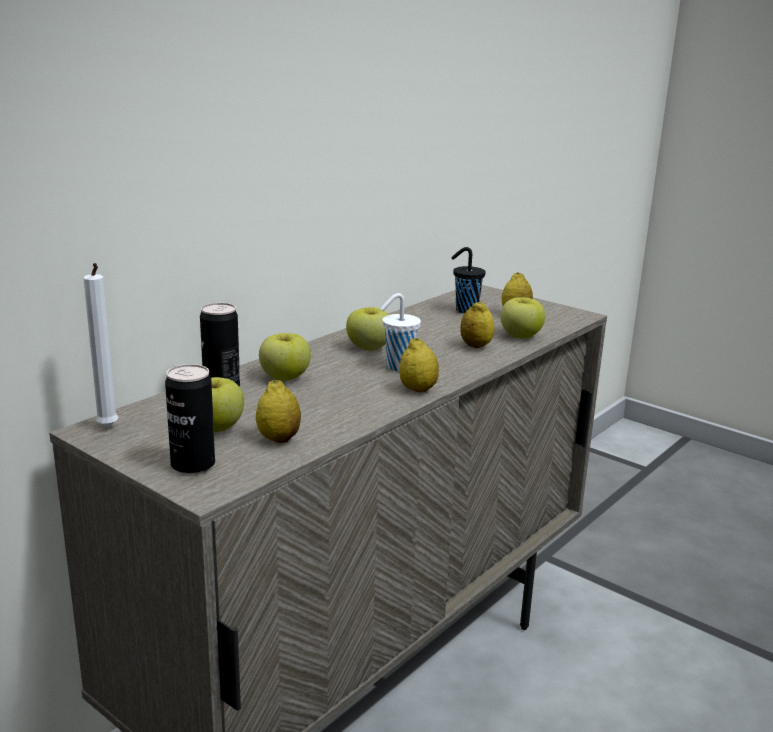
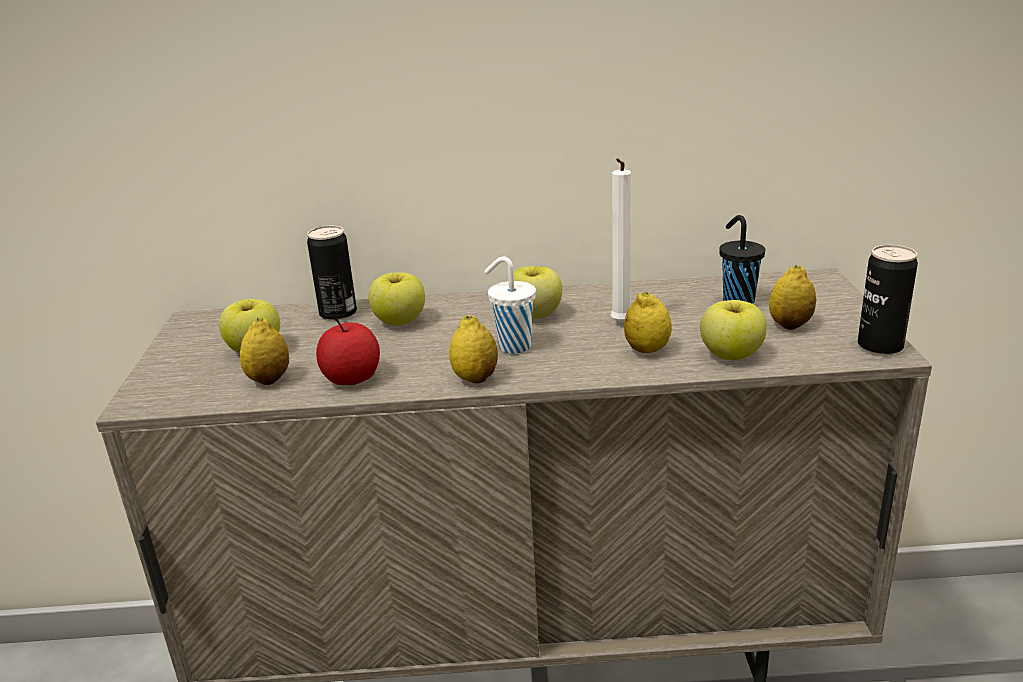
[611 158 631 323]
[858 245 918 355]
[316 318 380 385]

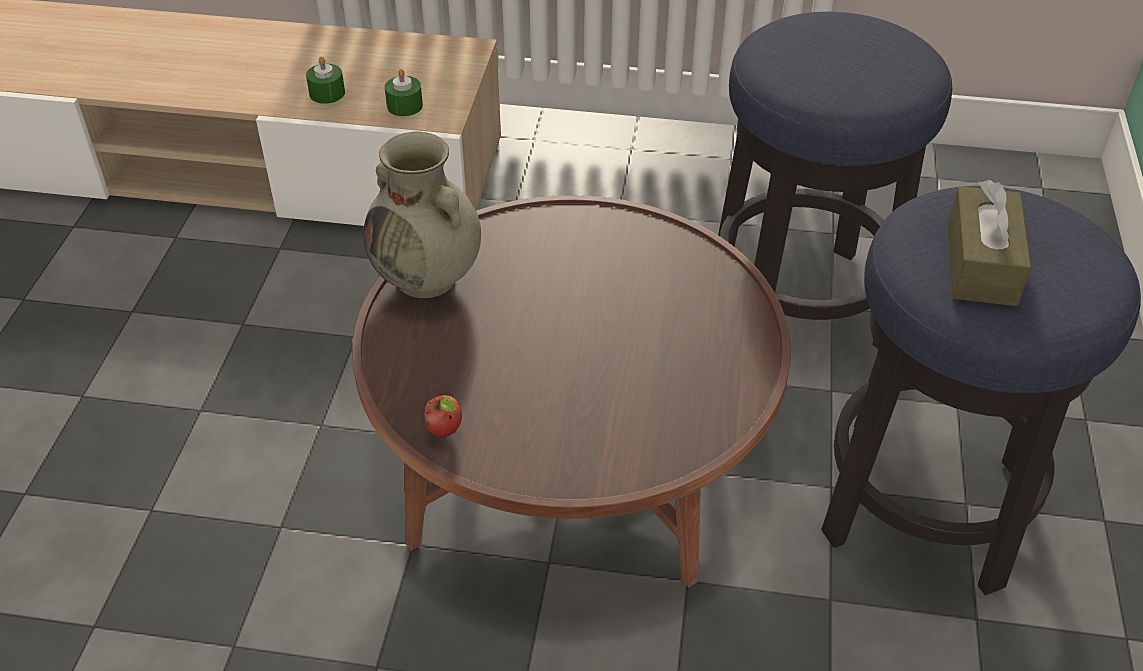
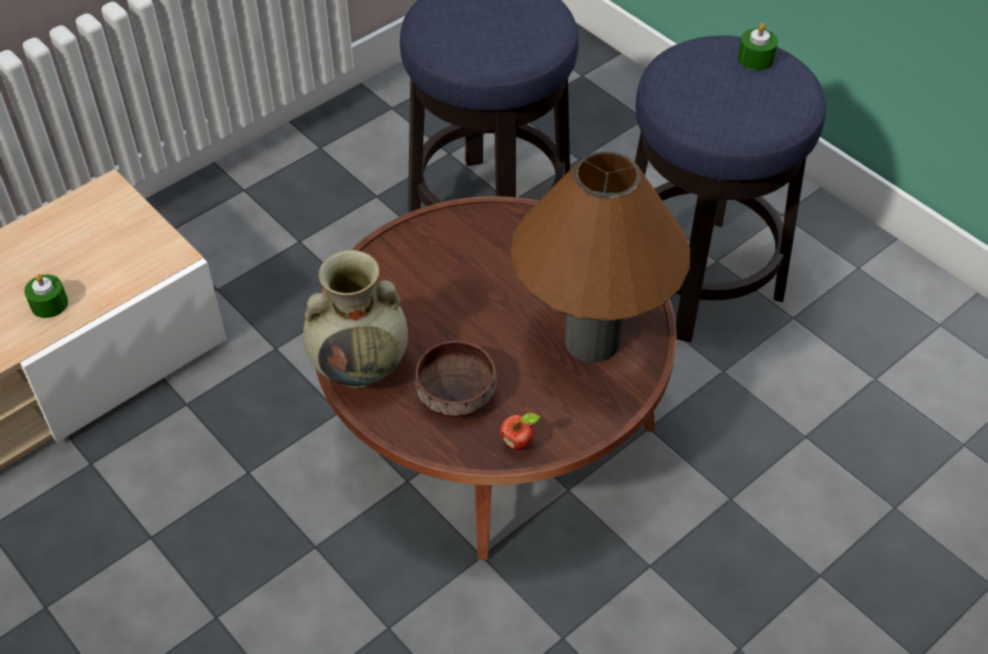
[738 23 778 71]
[948 180 1031 306] (first image)
[510 151 690 363]
[415 341 497 418]

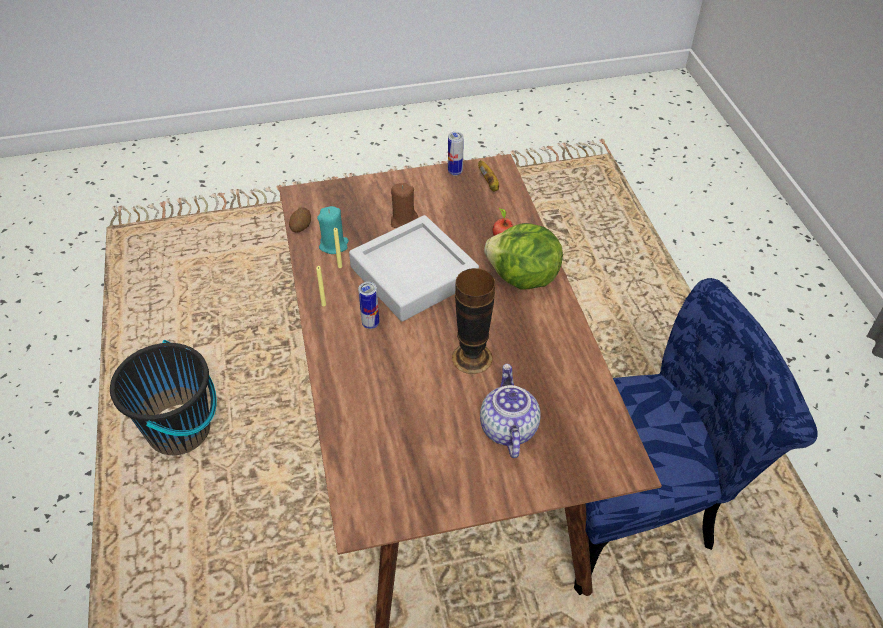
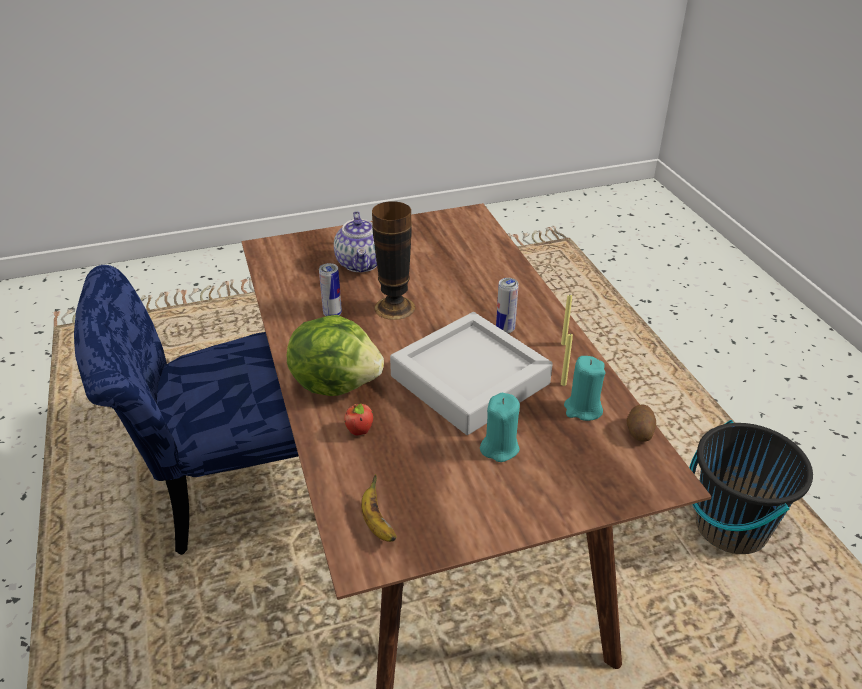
[319 263 342 316]
[480 393 520 462]

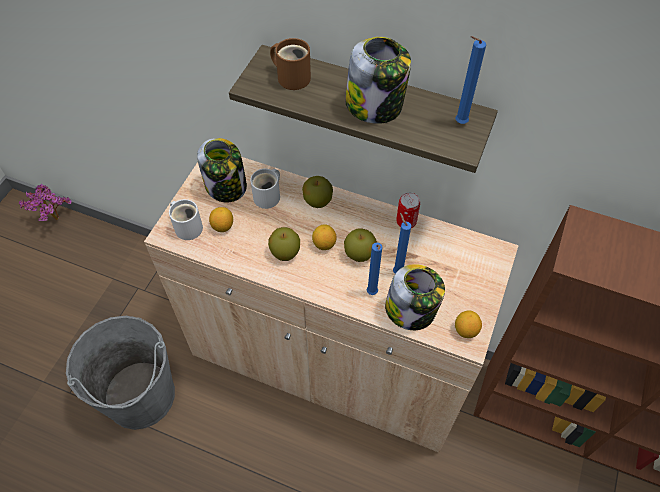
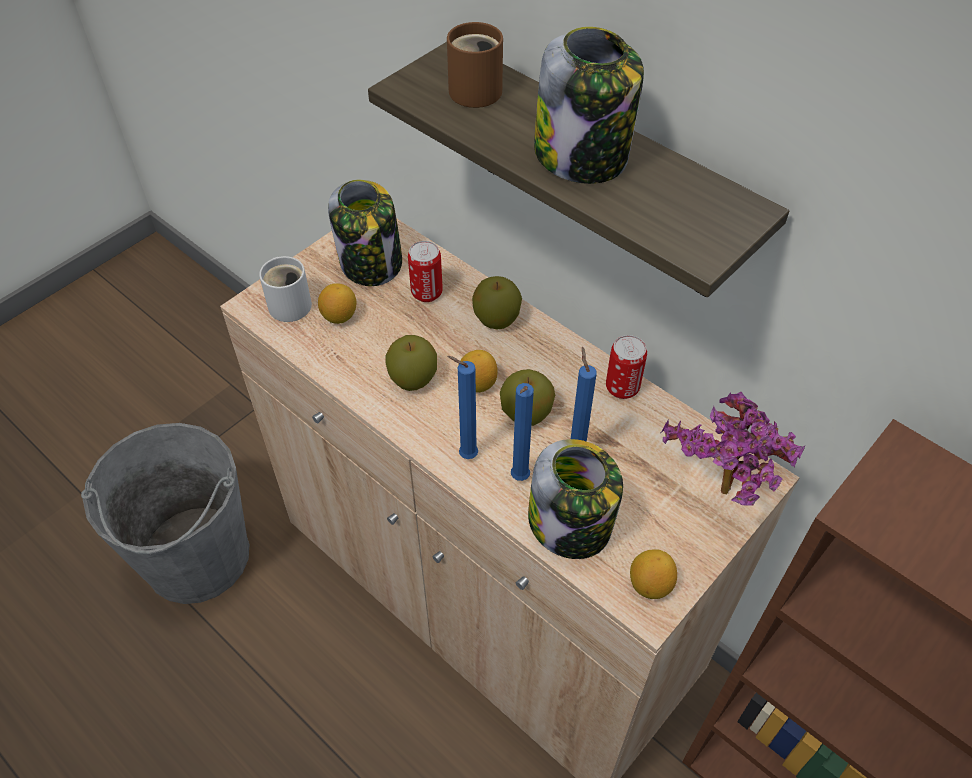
[447 356 478 459]
[408 241 443 302]
[661 392 805 506]

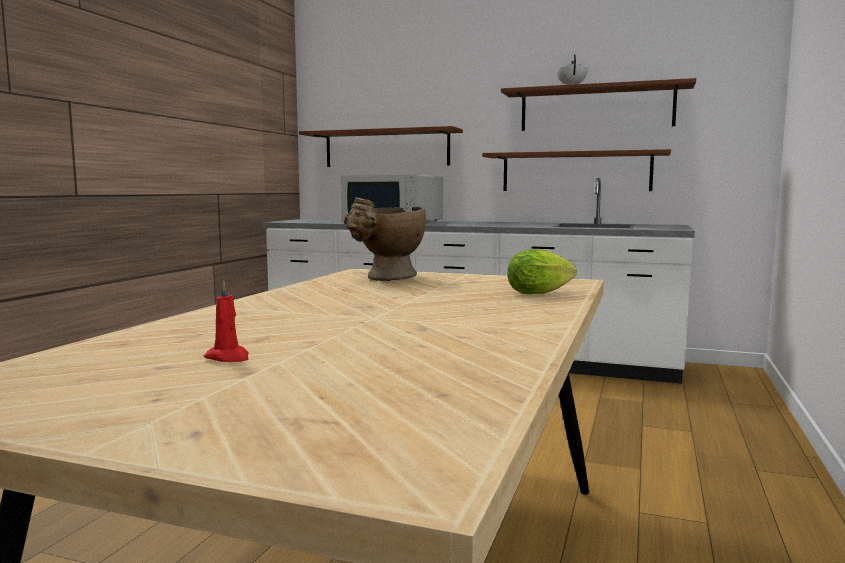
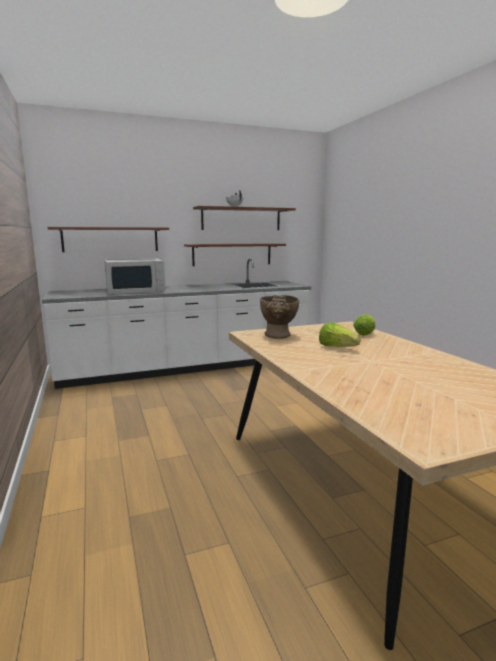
[204 280 249 362] (first image)
[319 322 361 347]

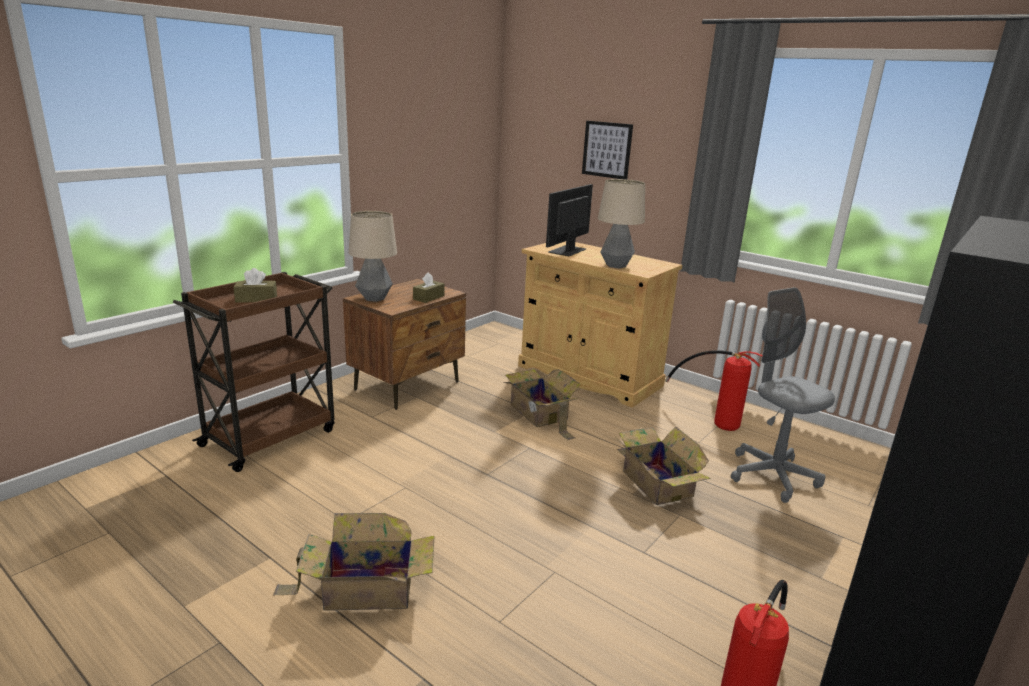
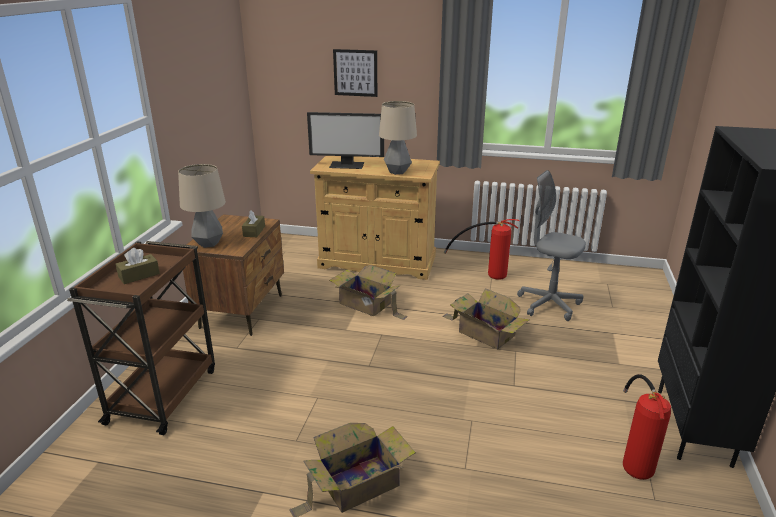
[307 112 384 169]

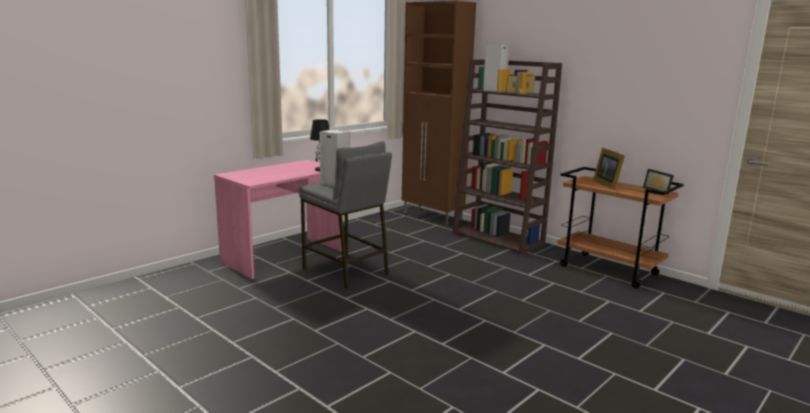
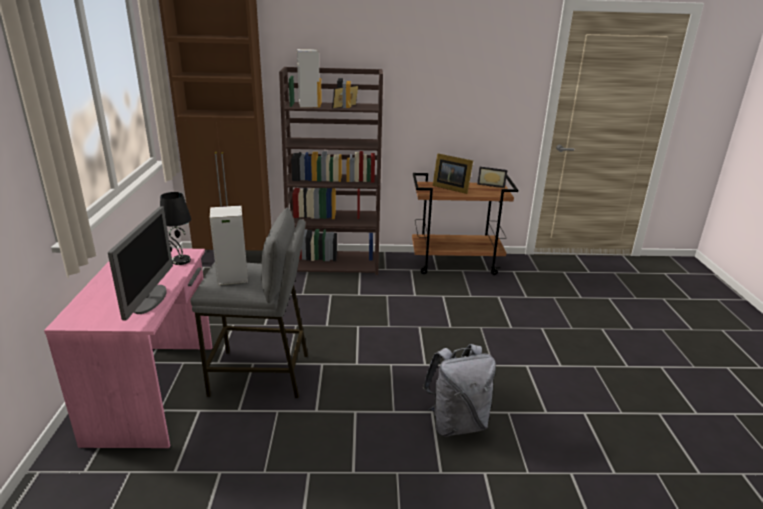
[108 206 173 321]
[423 344 496 437]

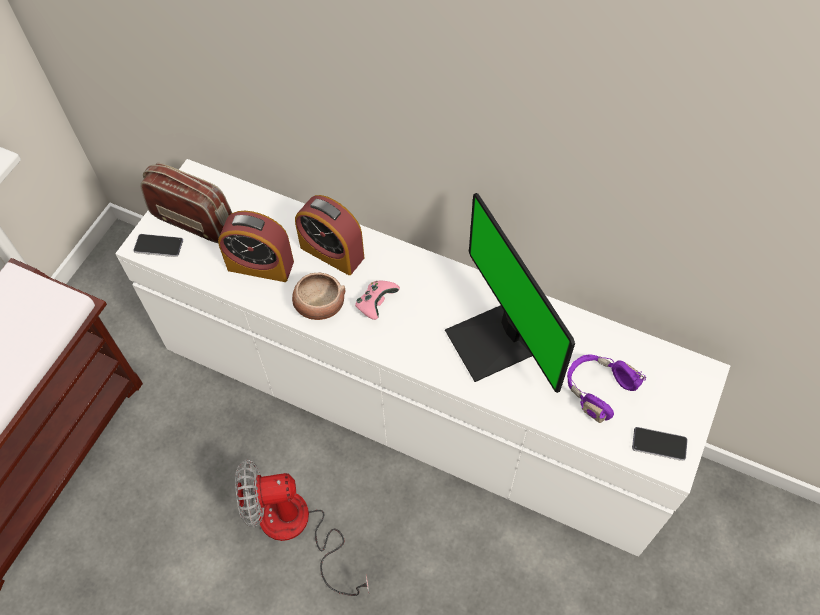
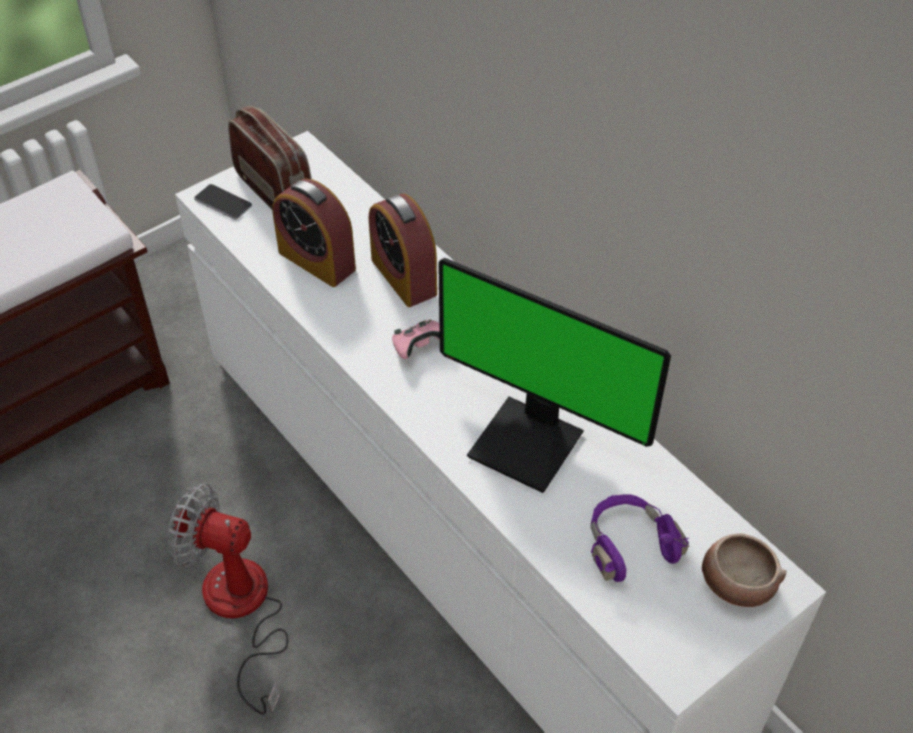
[438 258 671 493]
[702 534 786 607]
[632 427 688 461] (first image)

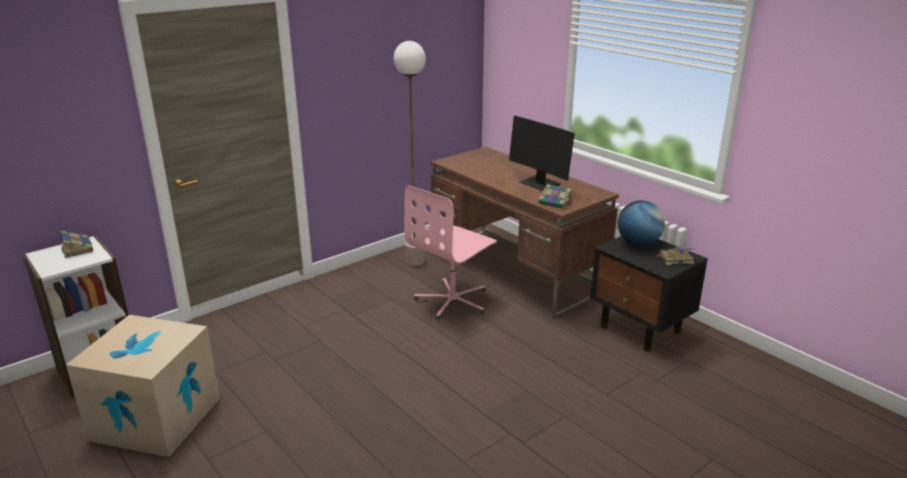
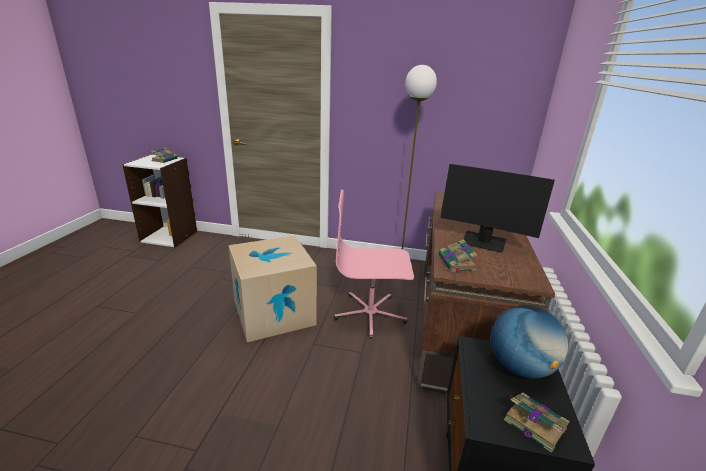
[440 164 555 253]
[229 235 317 342]

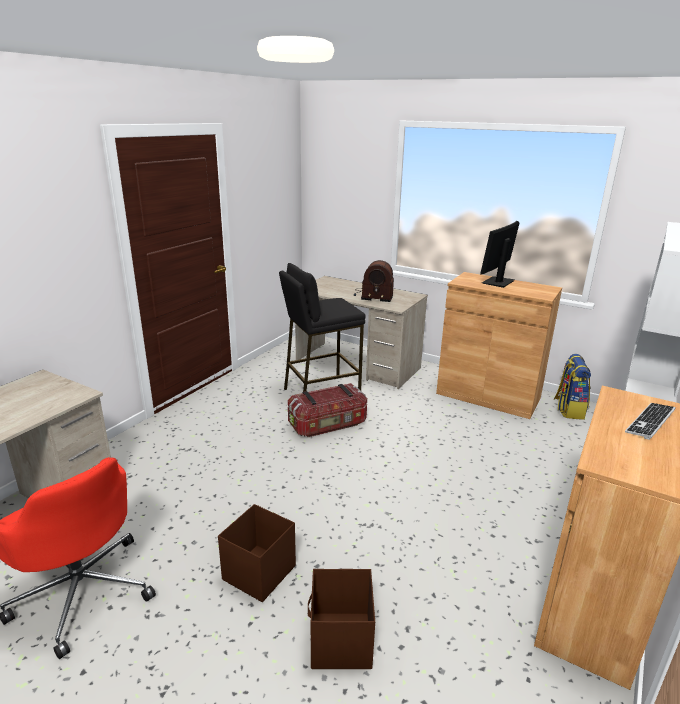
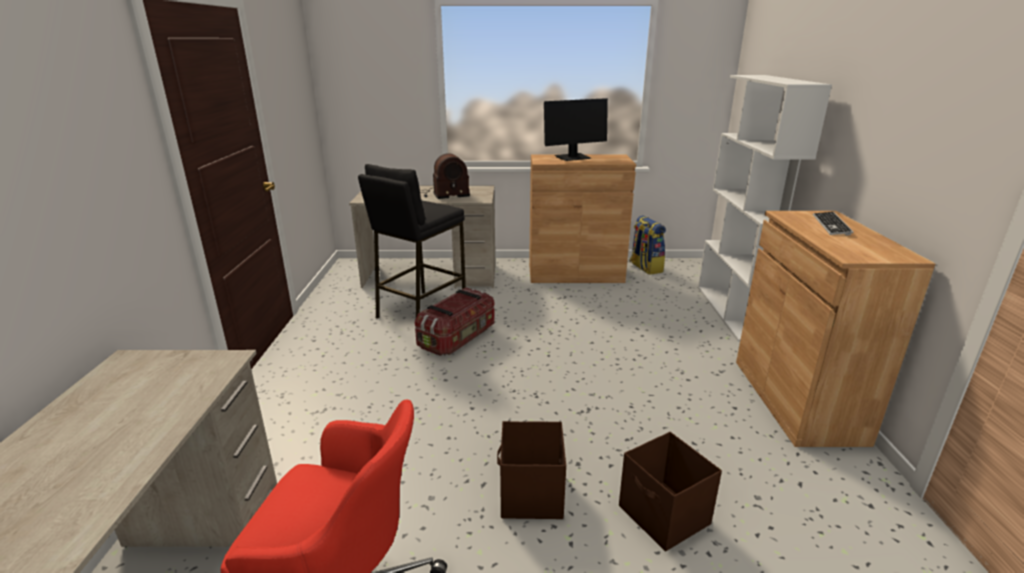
[544 98 608 161]

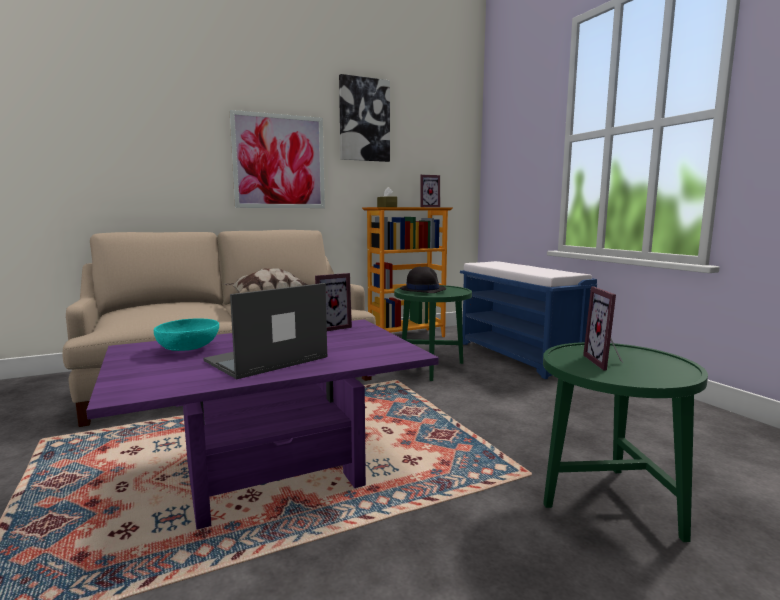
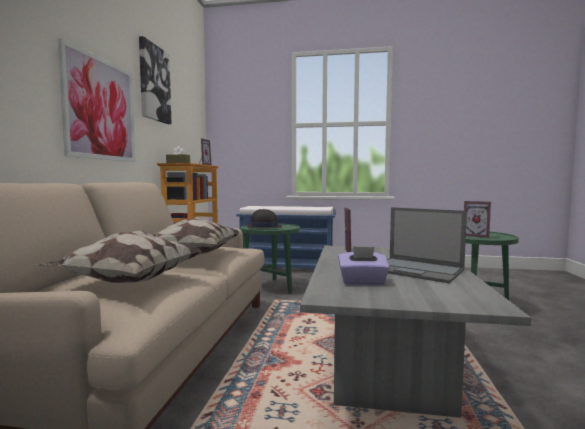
[387 207 467 283]
[300 245 531 418]
[338 246 390 286]
[38 231 202 283]

